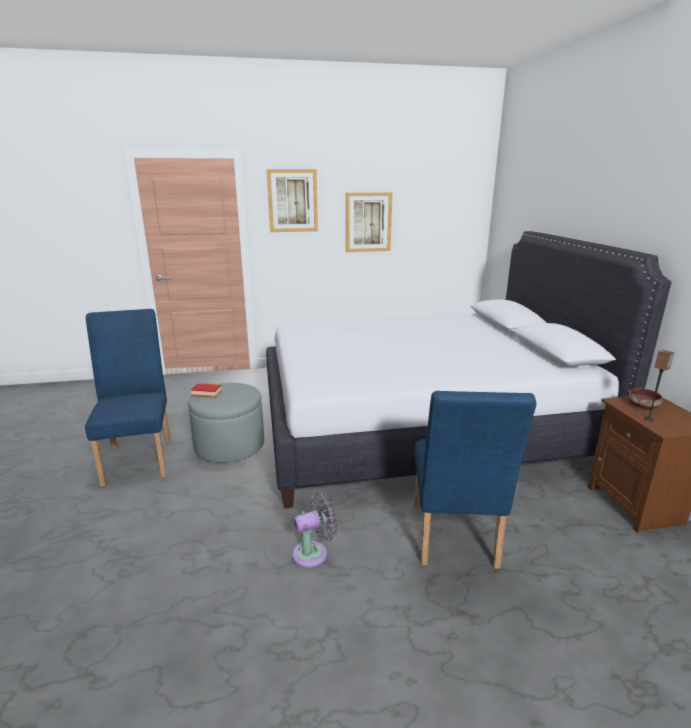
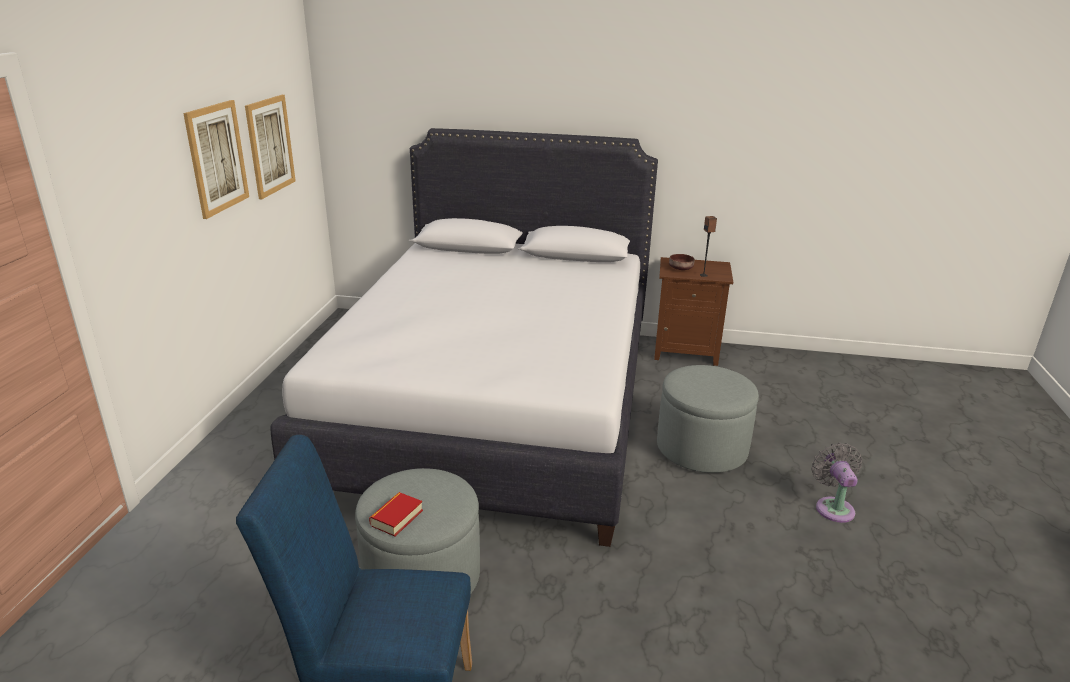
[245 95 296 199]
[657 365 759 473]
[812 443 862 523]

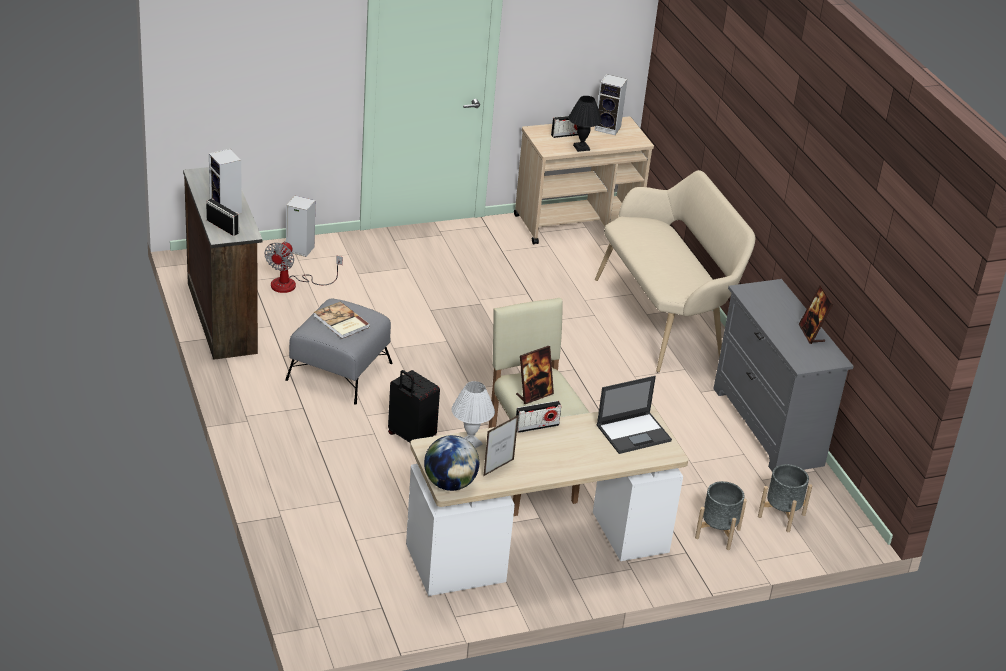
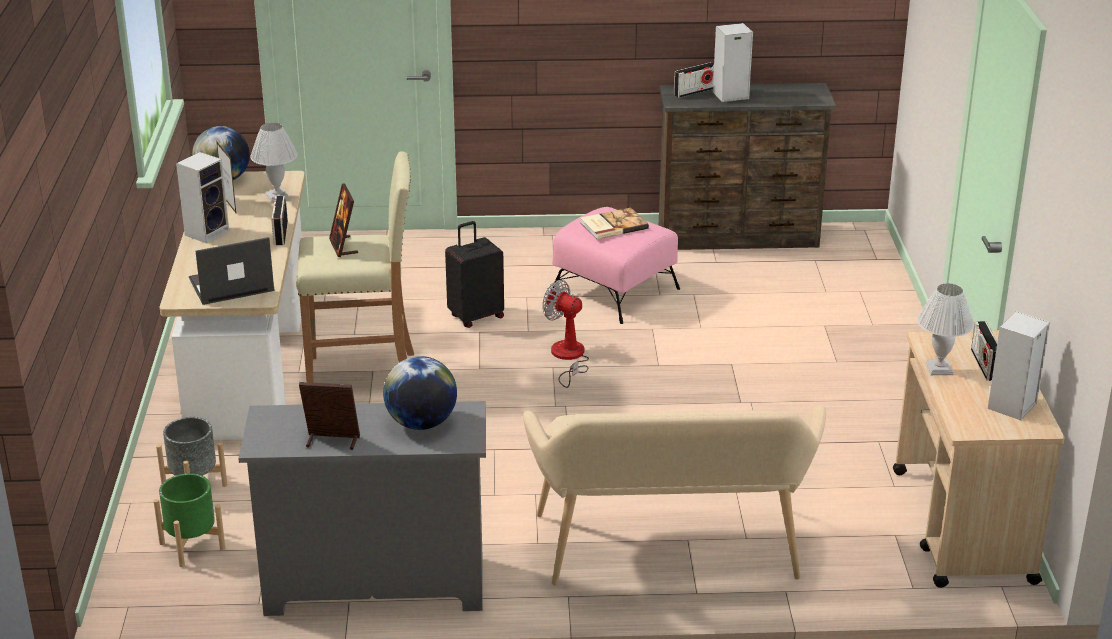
[917 283 974 375]
[176 152 229 243]
[542 280 589 388]
[551 207 680 324]
[189 237 274 305]
[153 473 226 567]
[383 356 457 430]

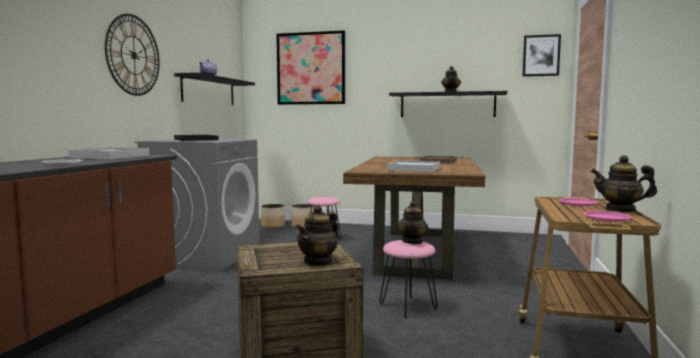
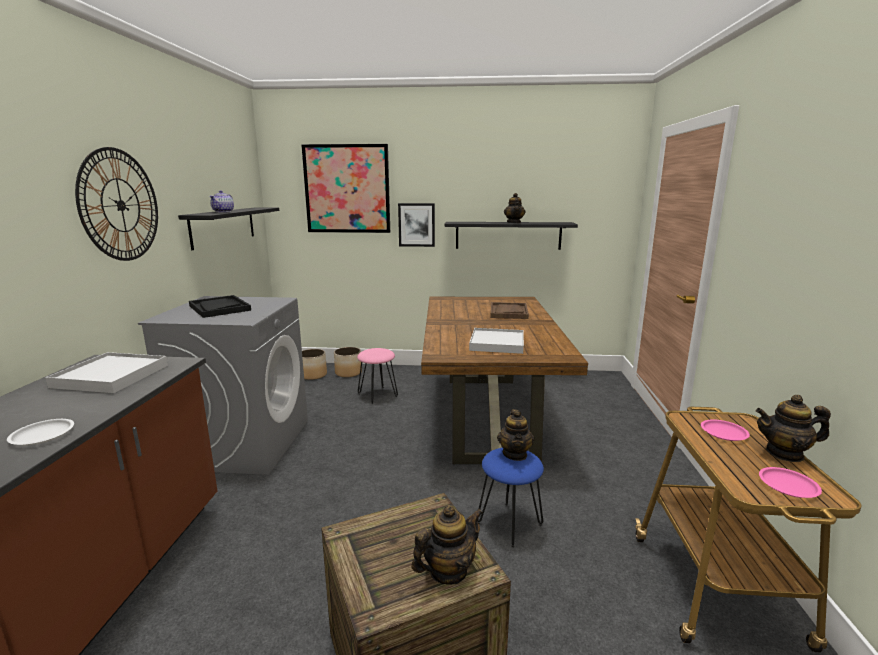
[398 203 435 247]
[411 505 483 585]
[477 448 544 548]

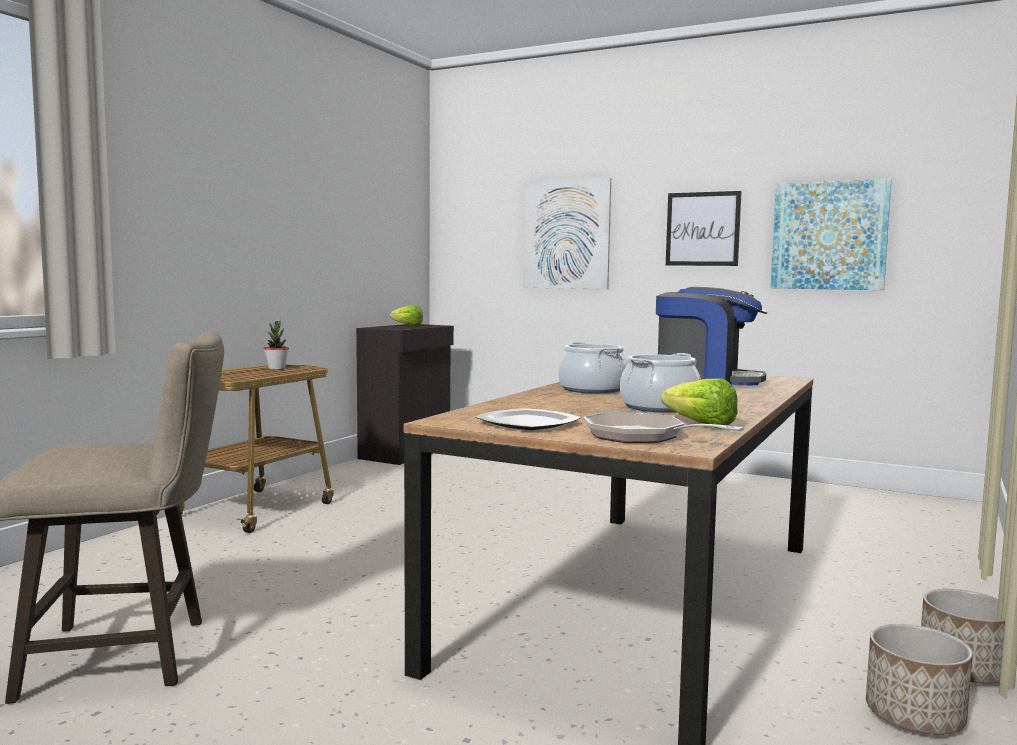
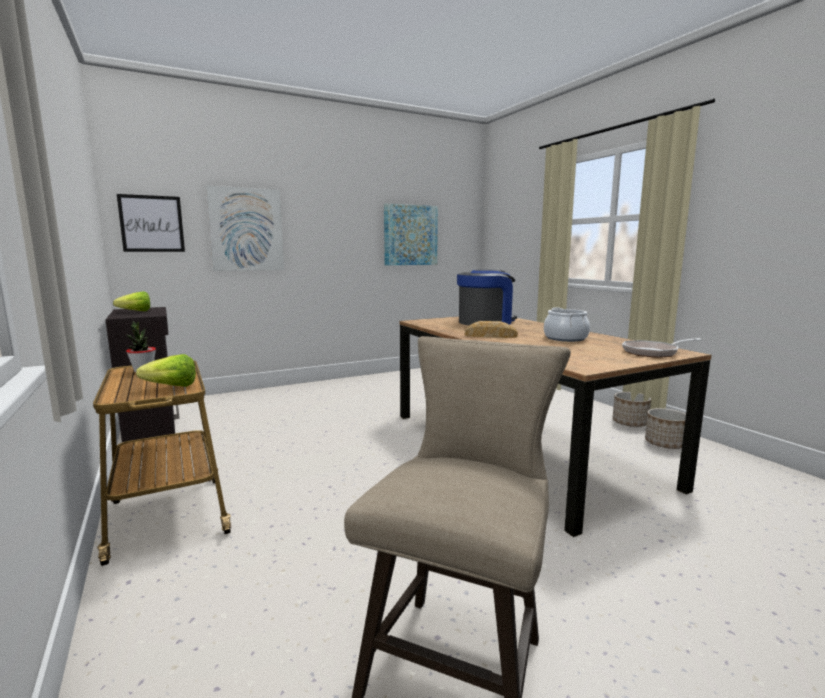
[117 194 185 252]
[465 321 518 338]
[136 354 196 387]
[475 408 581 430] (first image)

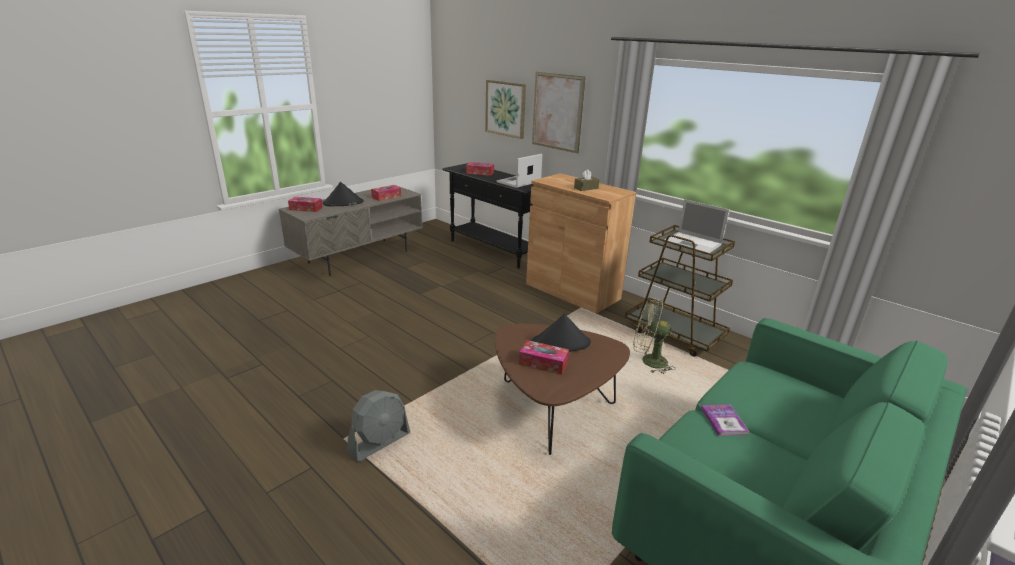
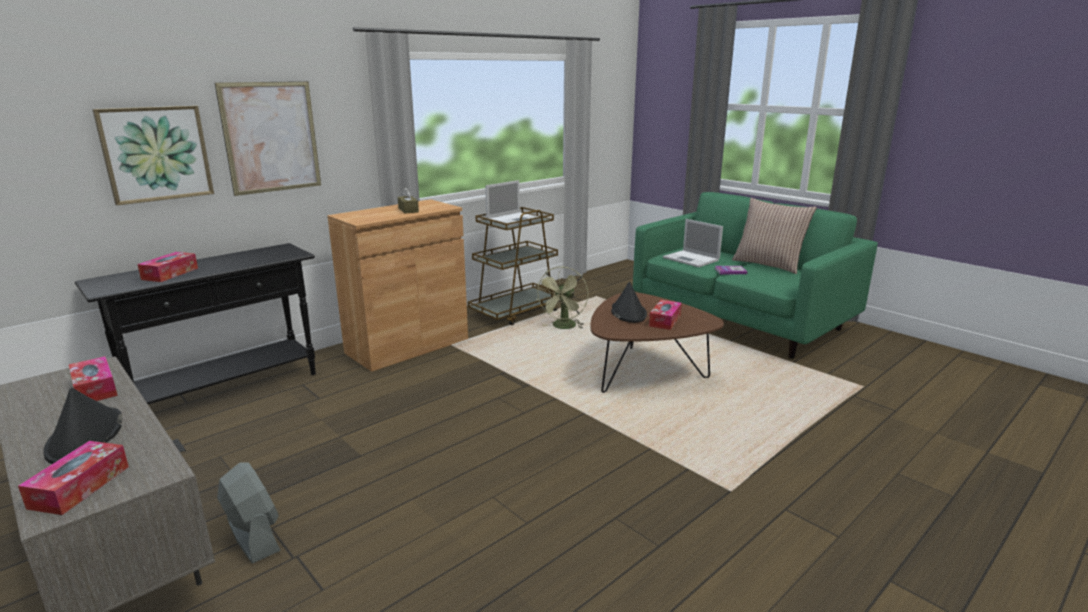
[663 219 723 267]
[217 462 281 564]
[732 198 817 274]

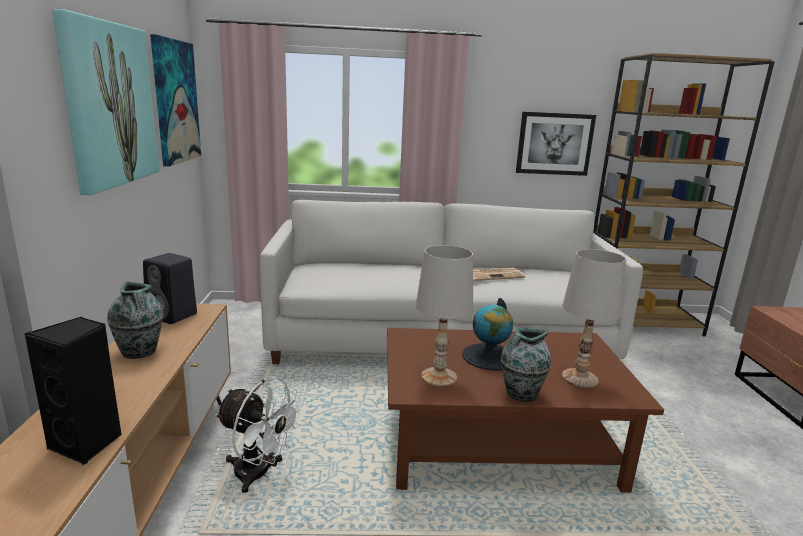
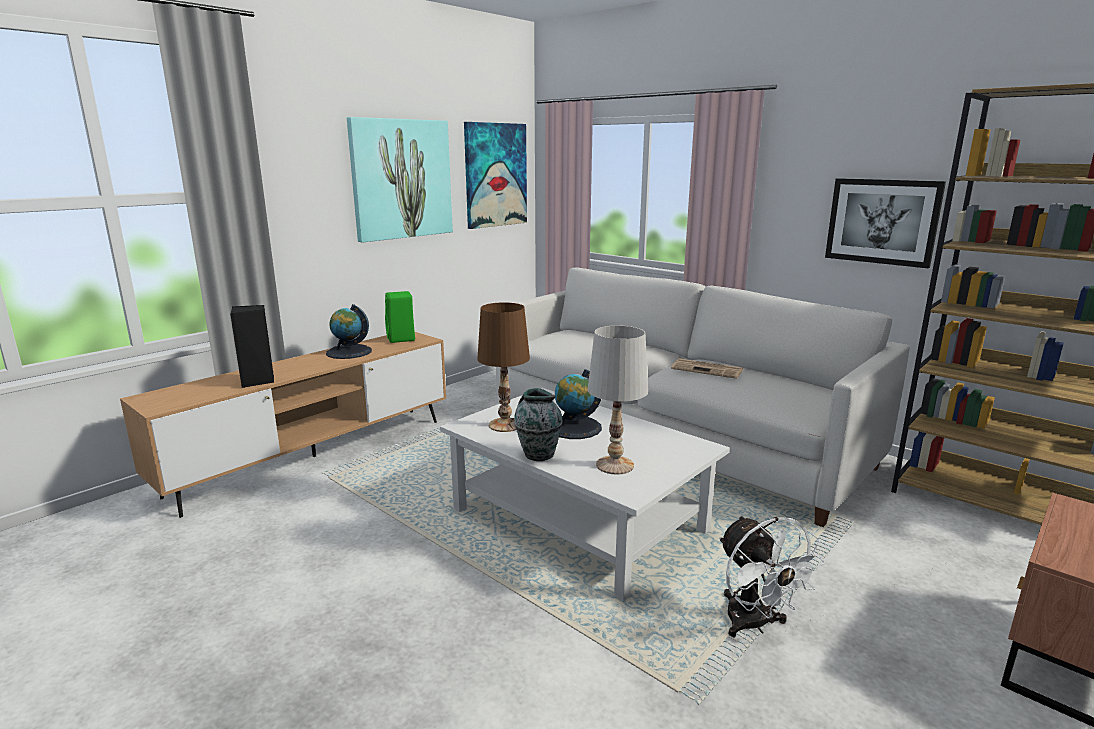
[477 302 530 432]
[385 291 415 343]
[326 304 372 359]
[440 388 730 601]
[719 516 825 638]

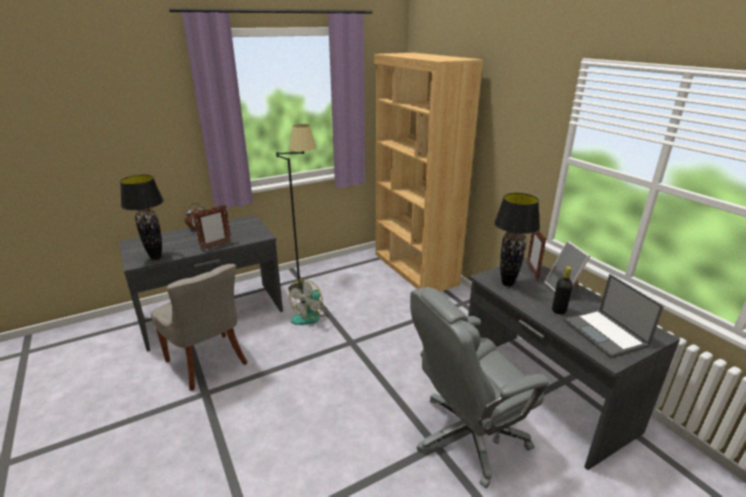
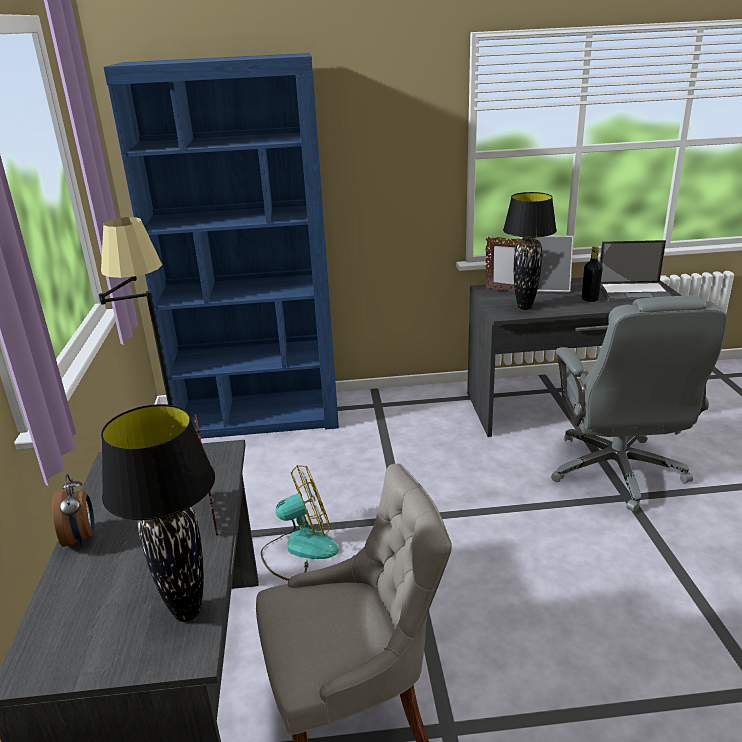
[104 53 339 439]
[261 465 339 581]

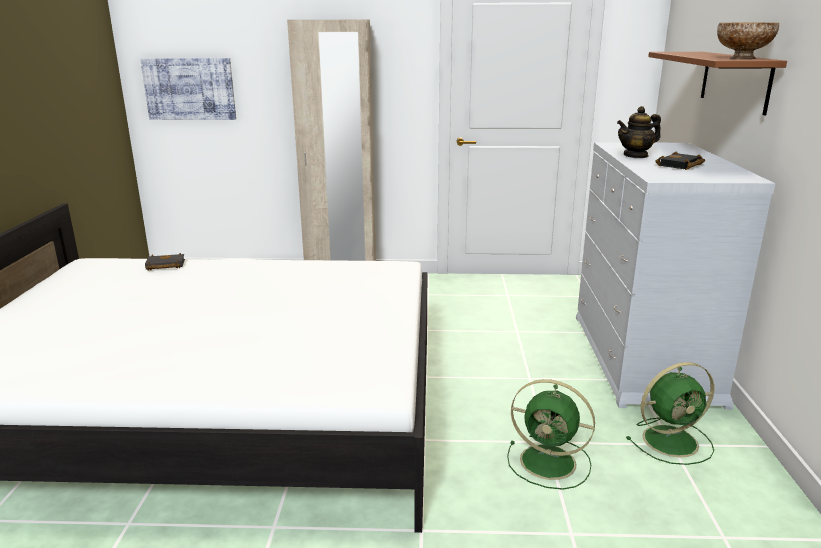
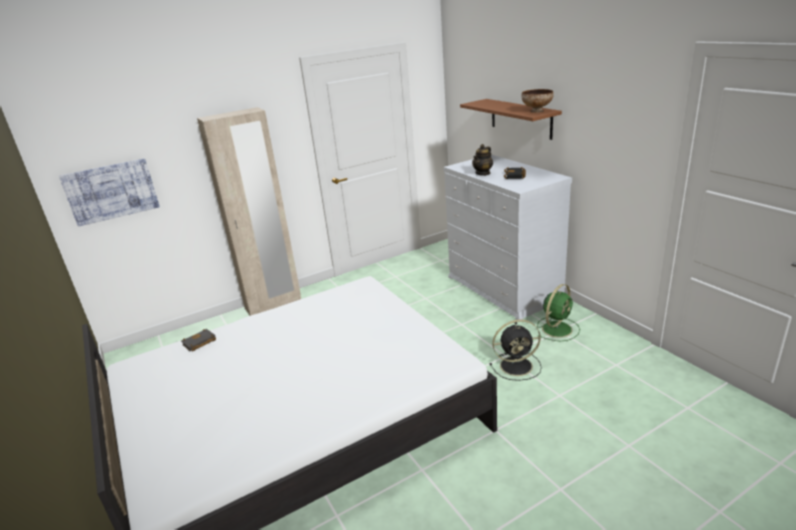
[490 320 542 381]

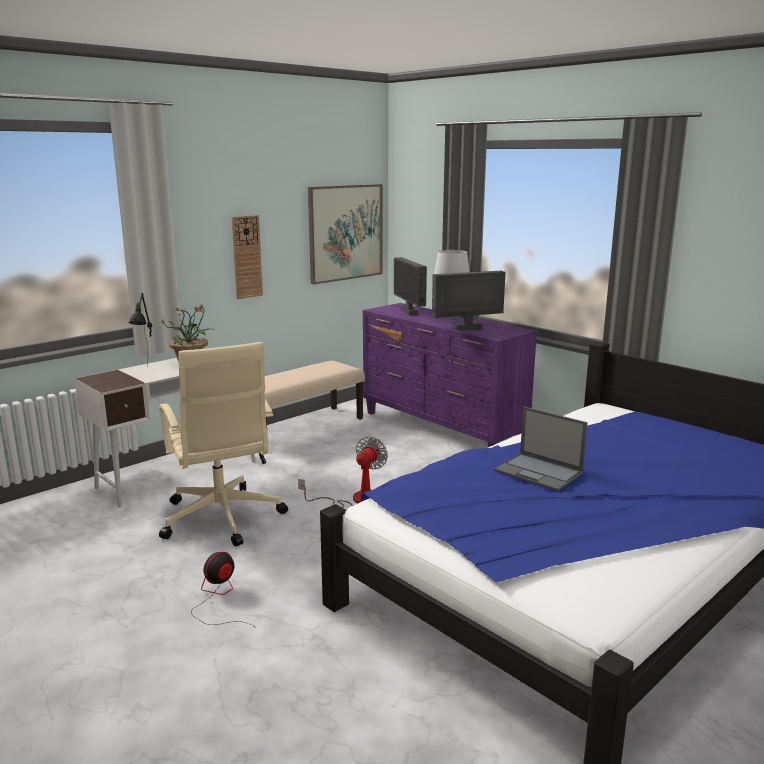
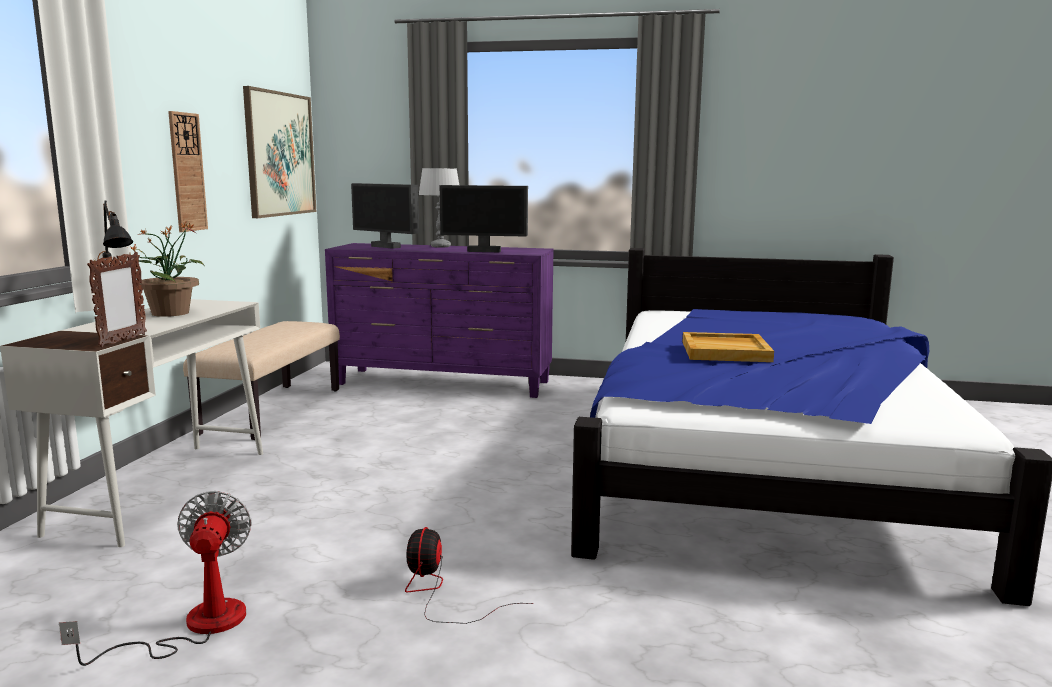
[440 185 528 252]
[159 342 288 546] (first image)
[683 332 774 362]
[59 491 252 666]
[87 252 147 347]

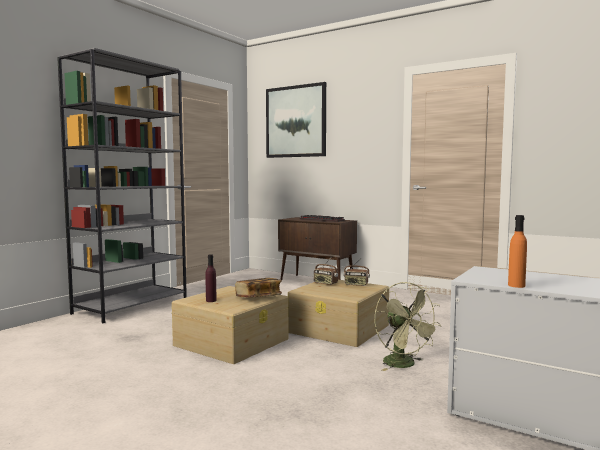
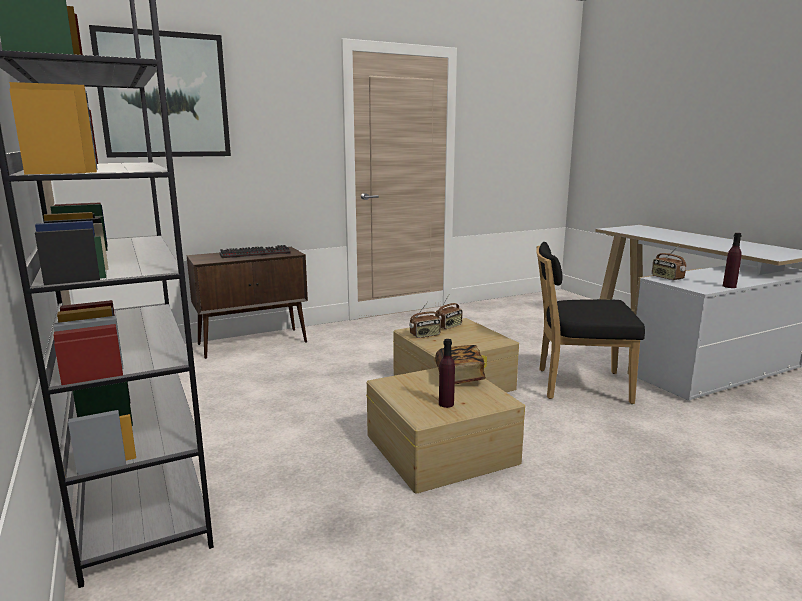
[723 233 742 288]
[536 242 645 404]
[652 245 686 281]

